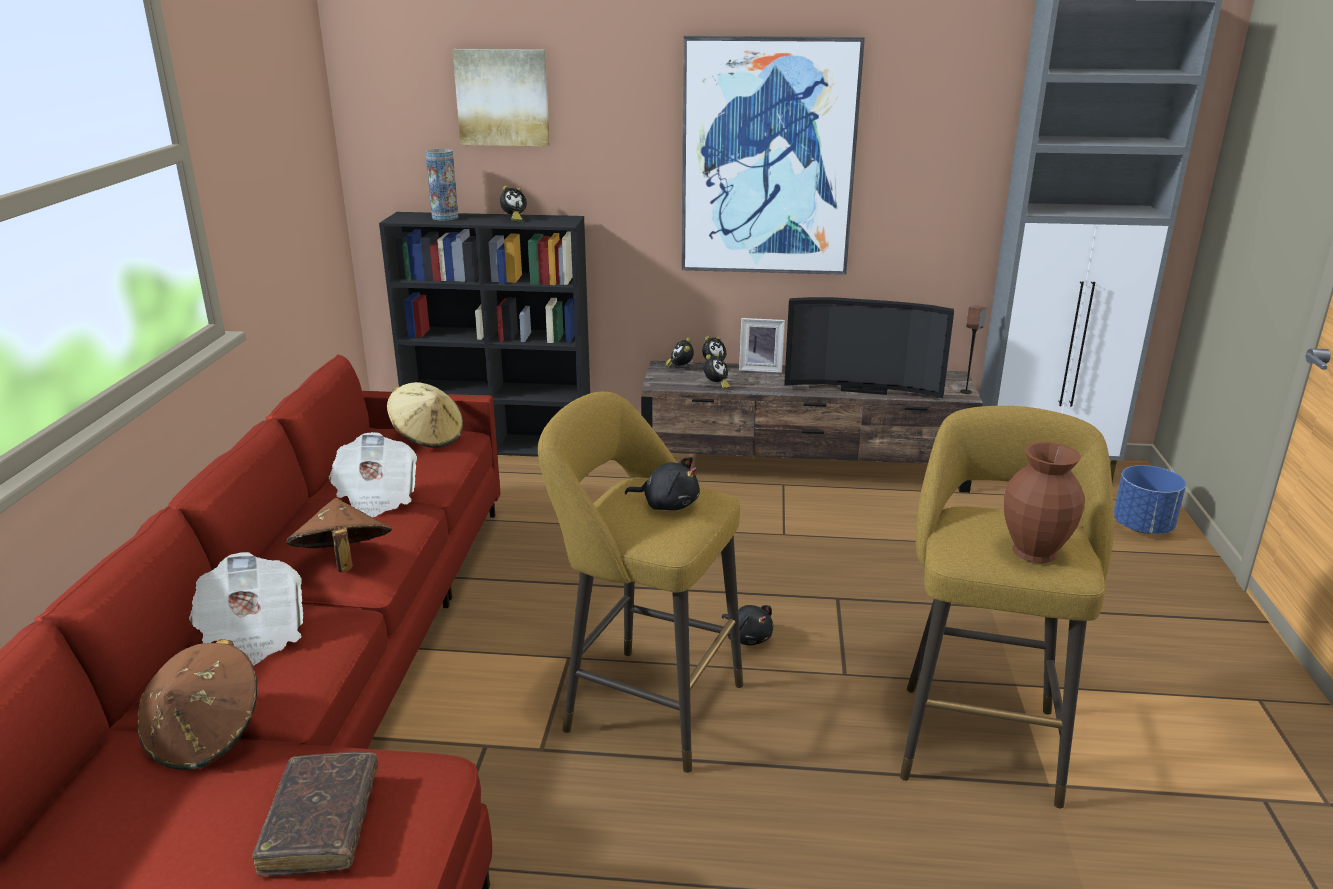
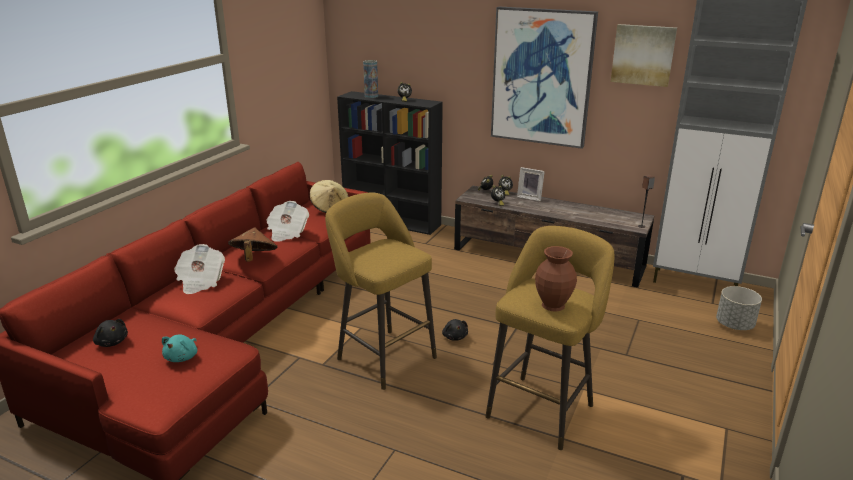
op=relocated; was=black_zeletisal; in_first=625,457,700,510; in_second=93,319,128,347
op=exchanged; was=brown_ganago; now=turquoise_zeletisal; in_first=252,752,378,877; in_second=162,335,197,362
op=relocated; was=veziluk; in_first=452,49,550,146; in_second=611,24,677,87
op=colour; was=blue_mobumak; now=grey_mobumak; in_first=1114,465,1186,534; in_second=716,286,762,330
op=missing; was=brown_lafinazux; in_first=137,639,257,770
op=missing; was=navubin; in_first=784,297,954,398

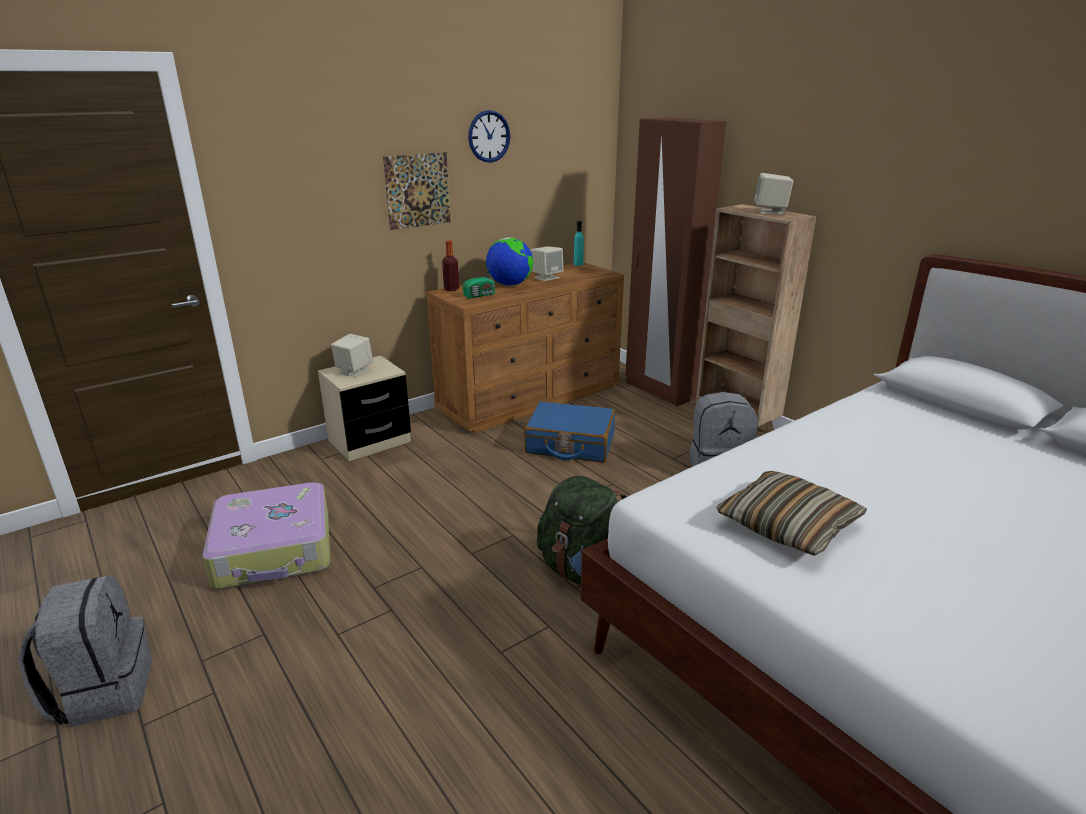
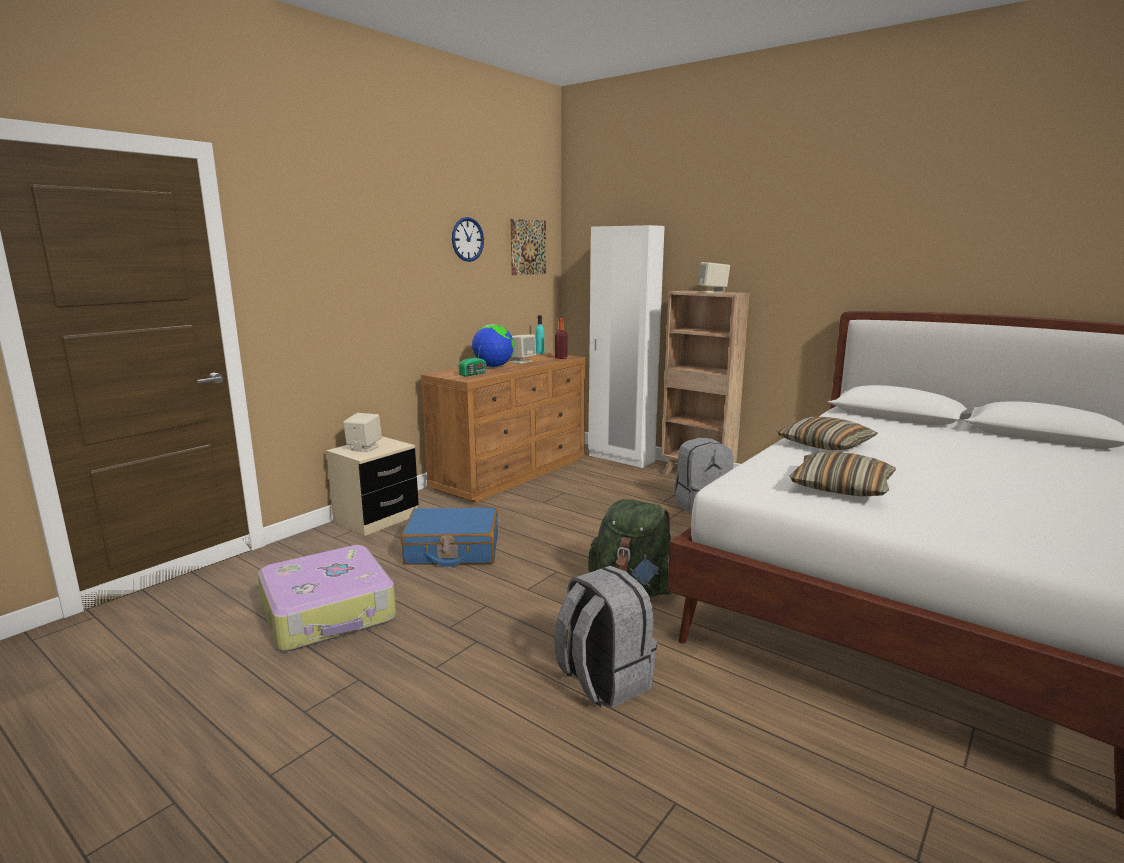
op=relocated; was=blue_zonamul; in_first=524,401,615,463; in_second=401,507,498,567
op=relocated; was=veziluk; in_first=383,152,451,230; in_second=510,219,546,275
op=relocated; was=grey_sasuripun; in_first=18,575,152,727; in_second=554,566,657,708
op=relocated; was=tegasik; in_first=442,241,459,291; in_second=555,318,568,359
op=colour; was=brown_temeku; now=white_temeku; in_first=625,118,726,406; in_second=588,225,665,468
op=appeared; now=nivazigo; in_second=777,417,878,450

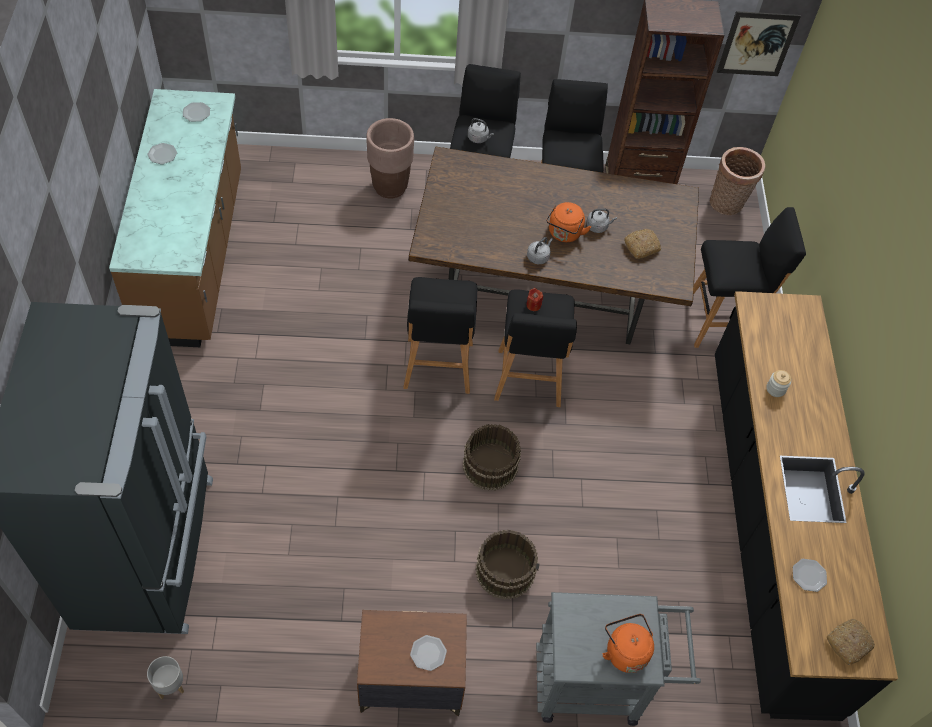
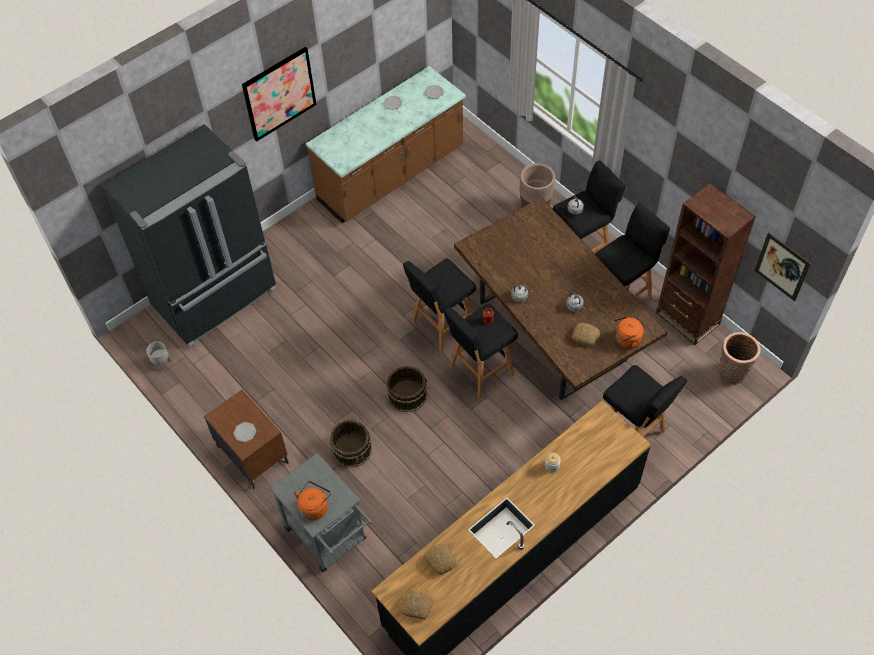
op=appeared; now=veziluk; in_second=242,47,316,142
op=exchanged; was=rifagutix; now=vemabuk; in_first=793,559,827,592; in_second=424,544,457,575
op=relocated; was=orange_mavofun; in_first=546,202,591,242; in_second=613,316,644,348

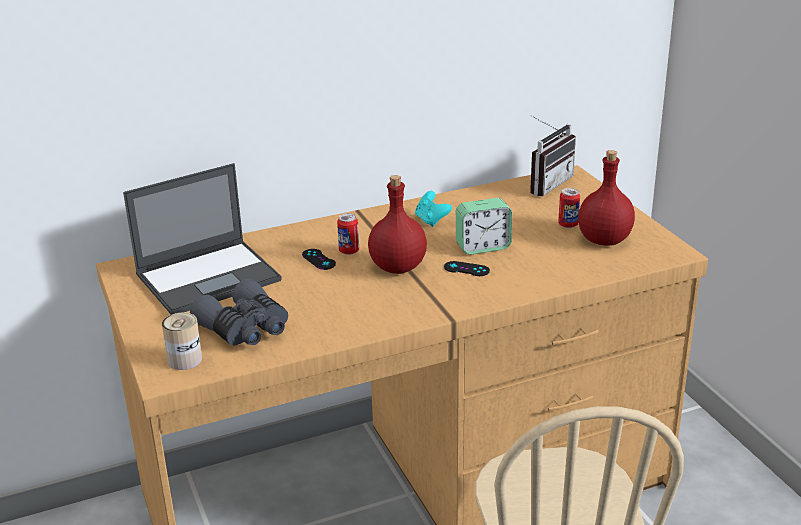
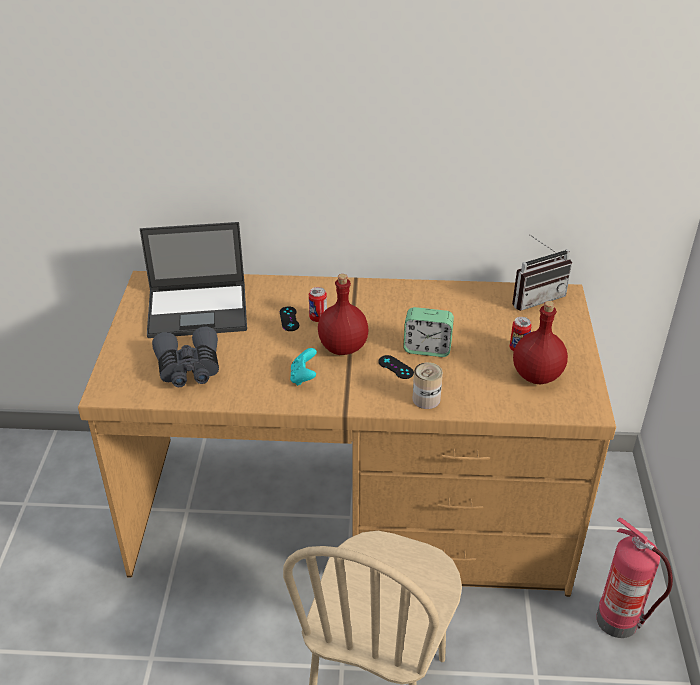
op=relocated; was=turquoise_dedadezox; in_first=415,191,452,227; in_second=290,348,317,386
op=relocated; was=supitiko; in_first=162,313,202,370; in_second=413,362,443,409
op=appeared; now=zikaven; in_second=596,517,673,638

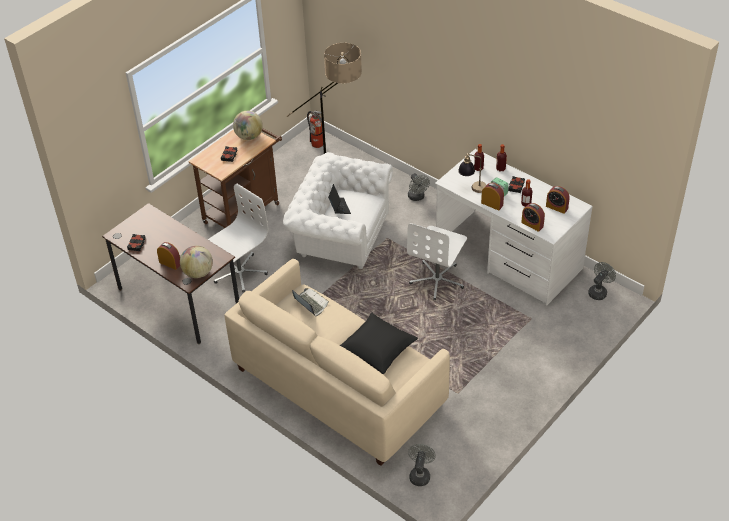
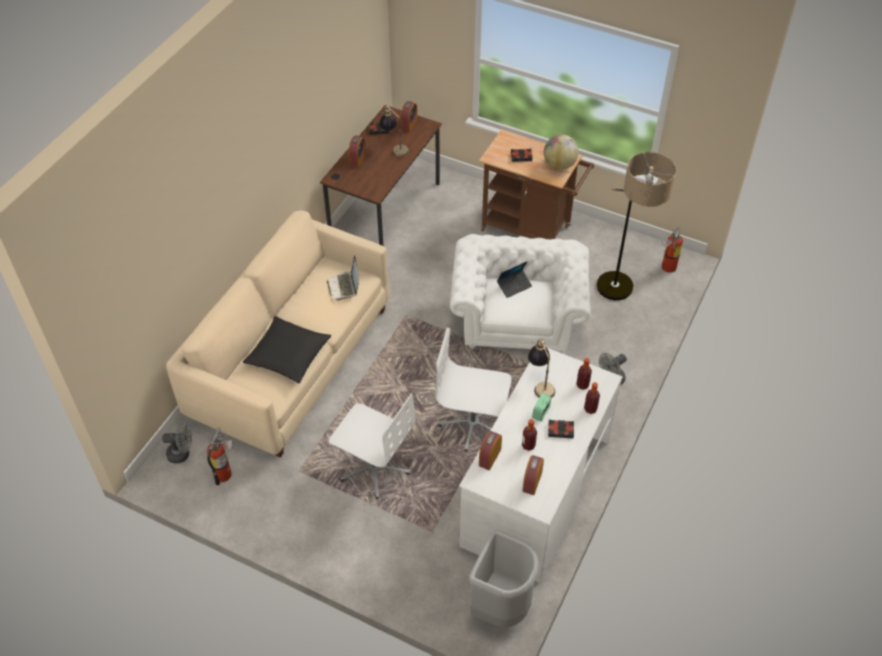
op=appeared; now=zikaven; in_second=207,427,233,485
op=spun; was=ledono; in_first=292,288,329,316; in_second=327,255,359,301; clockwise=135
op=relocated; was=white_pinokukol; in_first=208,184,268,292; in_second=329,394,416,499
op=appeared; now=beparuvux; in_second=379,105,409,157
op=relocated; was=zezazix; in_first=481,183,504,211; in_second=401,101,417,132
op=exchanged; was=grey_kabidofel; now=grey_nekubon; in_first=588,262,616,300; in_second=469,530,539,628
op=missing; was=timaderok; in_first=180,246,213,278

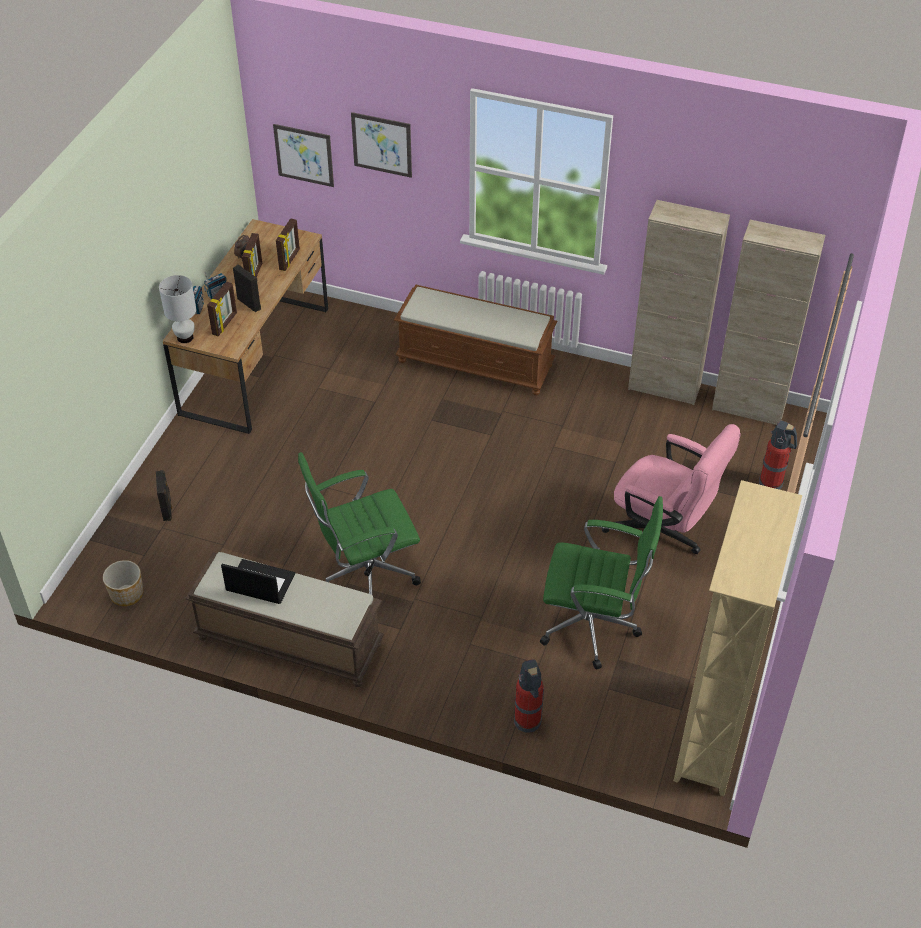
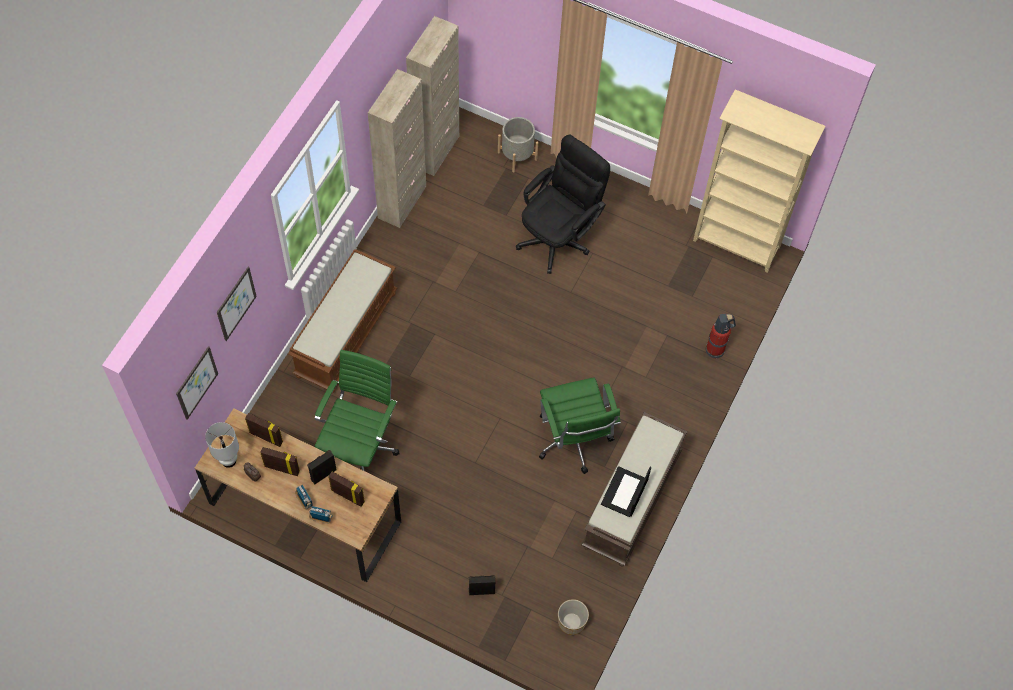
op=relocated; was=white_beparuvux; in_first=159,275,196,343; in_second=205,422,239,468
op=relocated; was=green_pinokukol; in_first=540,496,663,670; in_second=315,350,400,471
op=exchanged; was=zikaven; now=grey_mobumak; in_first=759,420,797,490; in_second=498,117,538,172
op=colour; was=pink_pinokukol; now=black_pinokukol; in_first=602,424,741,554; in_second=516,135,610,274

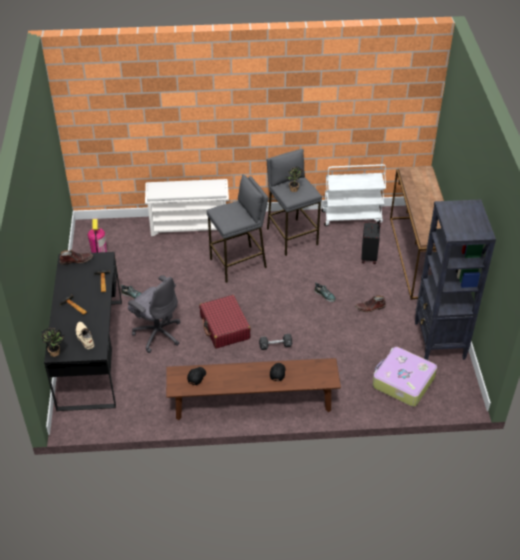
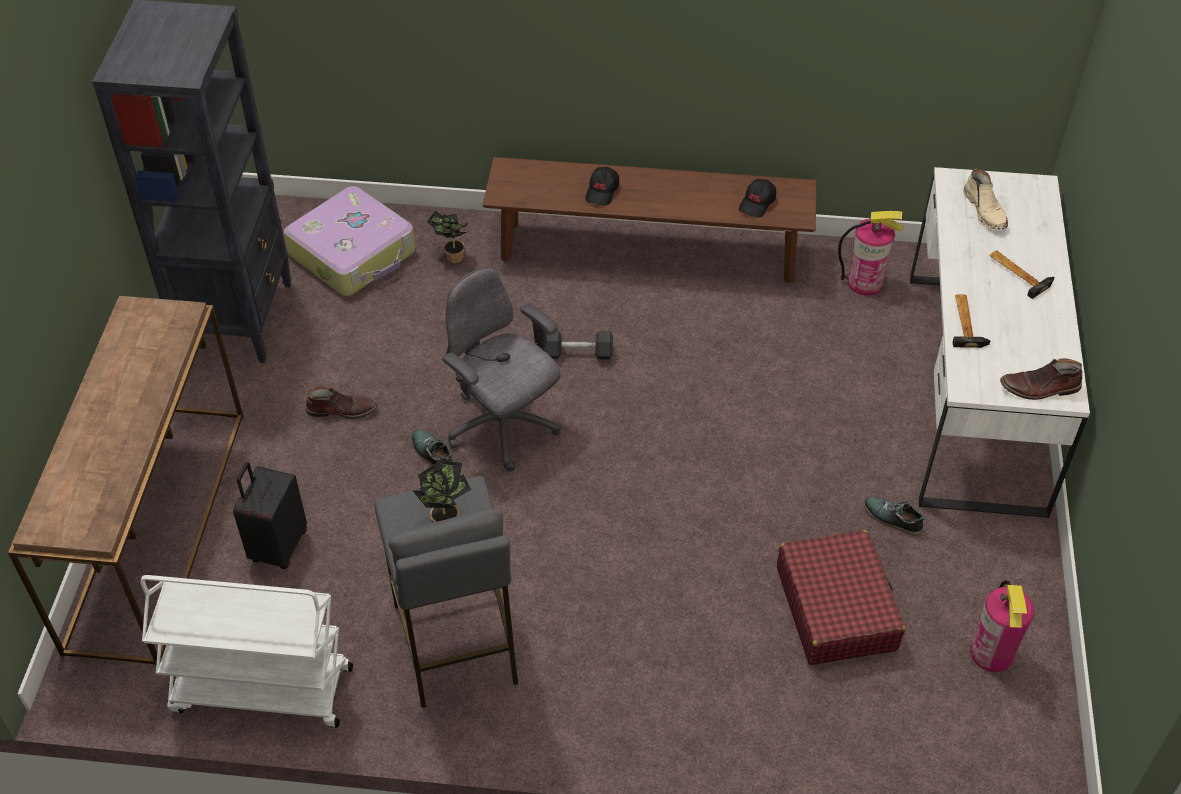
op=relocated; was=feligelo; in_first=41,327,65,357; in_second=427,210,468,263
op=relocated; was=grey_pinokukol; in_first=128,275,180,353; in_second=442,267,561,471
op=relocated; was=red_zonamul; in_first=199,295,251,349; in_second=777,530,906,665
op=appeared; now=zikaven; in_second=838,211,903,296
op=colour; was=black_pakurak; now=white_pakurak; in_first=44,252,122,411; in_second=910,167,1090,518
op=missing; was=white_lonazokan; in_first=145,179,229,236
op=missing; was=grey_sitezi; in_first=207,174,268,283

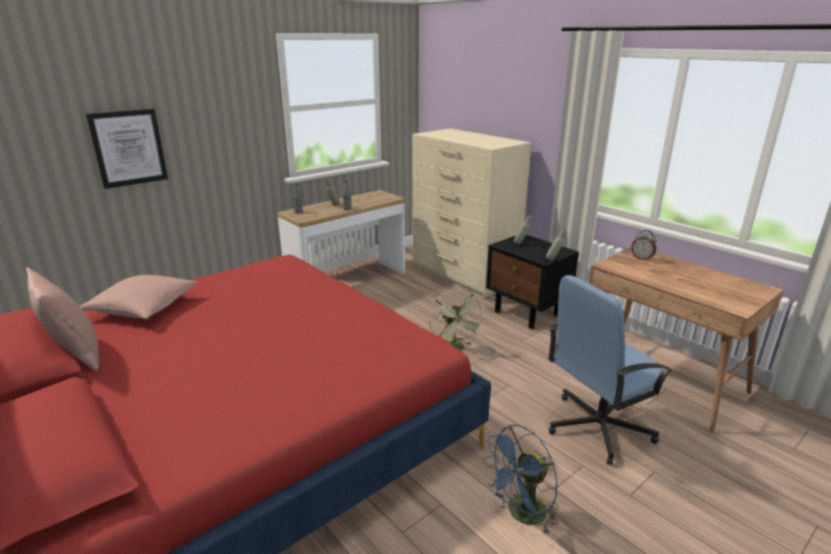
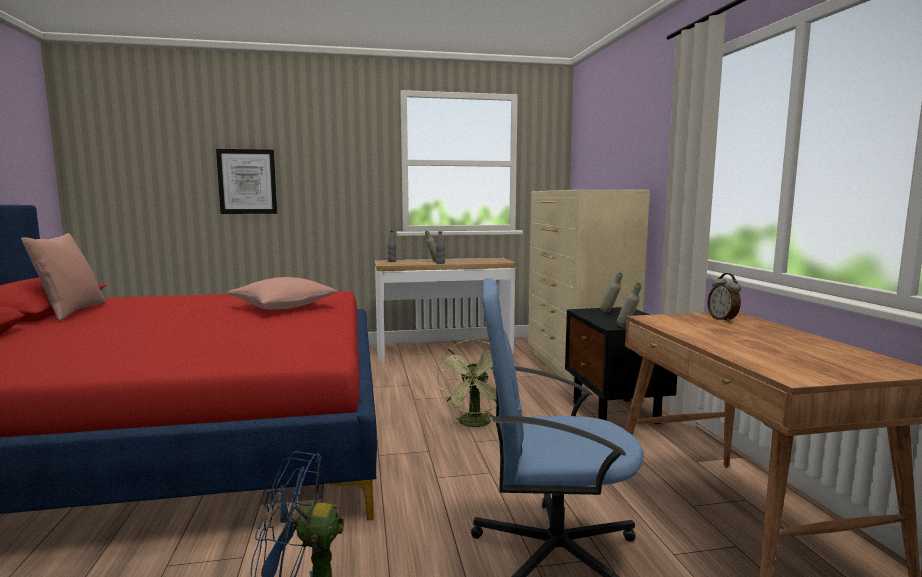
op=relocated; was=pink_nivazigo; in_first=80,275,198,319; in_second=227,277,338,309

